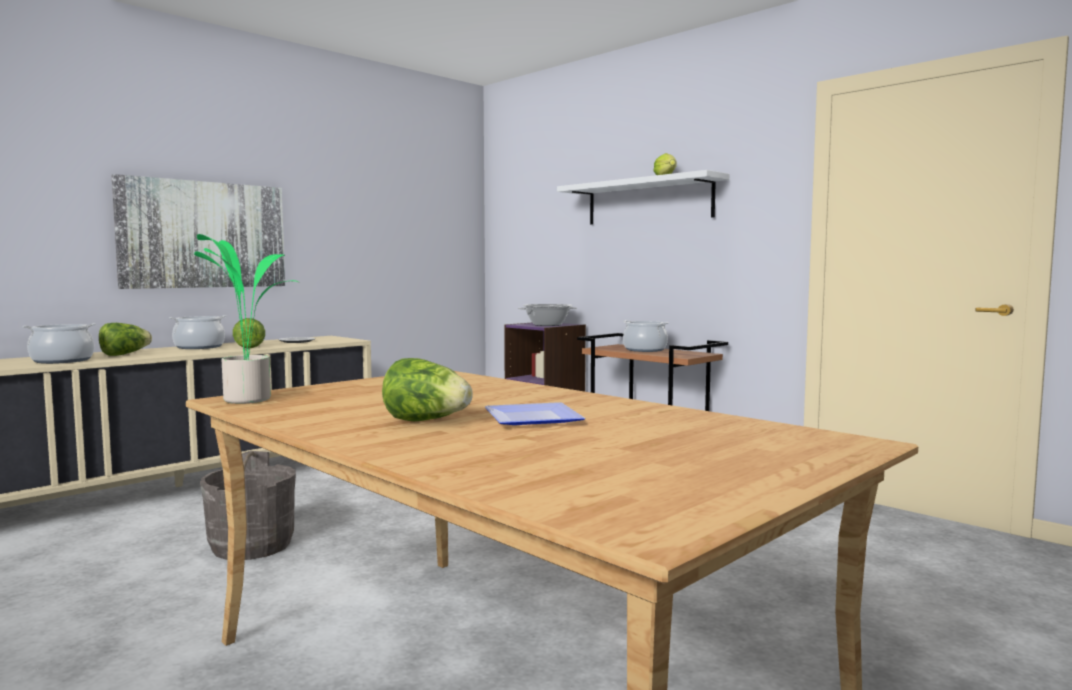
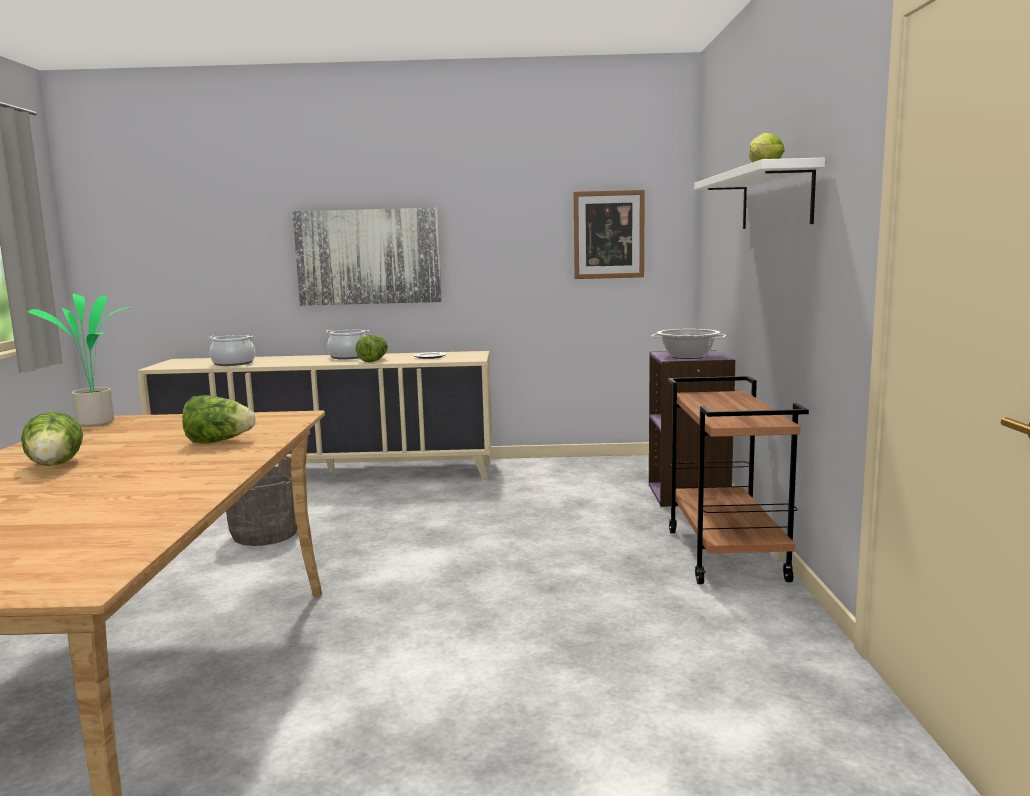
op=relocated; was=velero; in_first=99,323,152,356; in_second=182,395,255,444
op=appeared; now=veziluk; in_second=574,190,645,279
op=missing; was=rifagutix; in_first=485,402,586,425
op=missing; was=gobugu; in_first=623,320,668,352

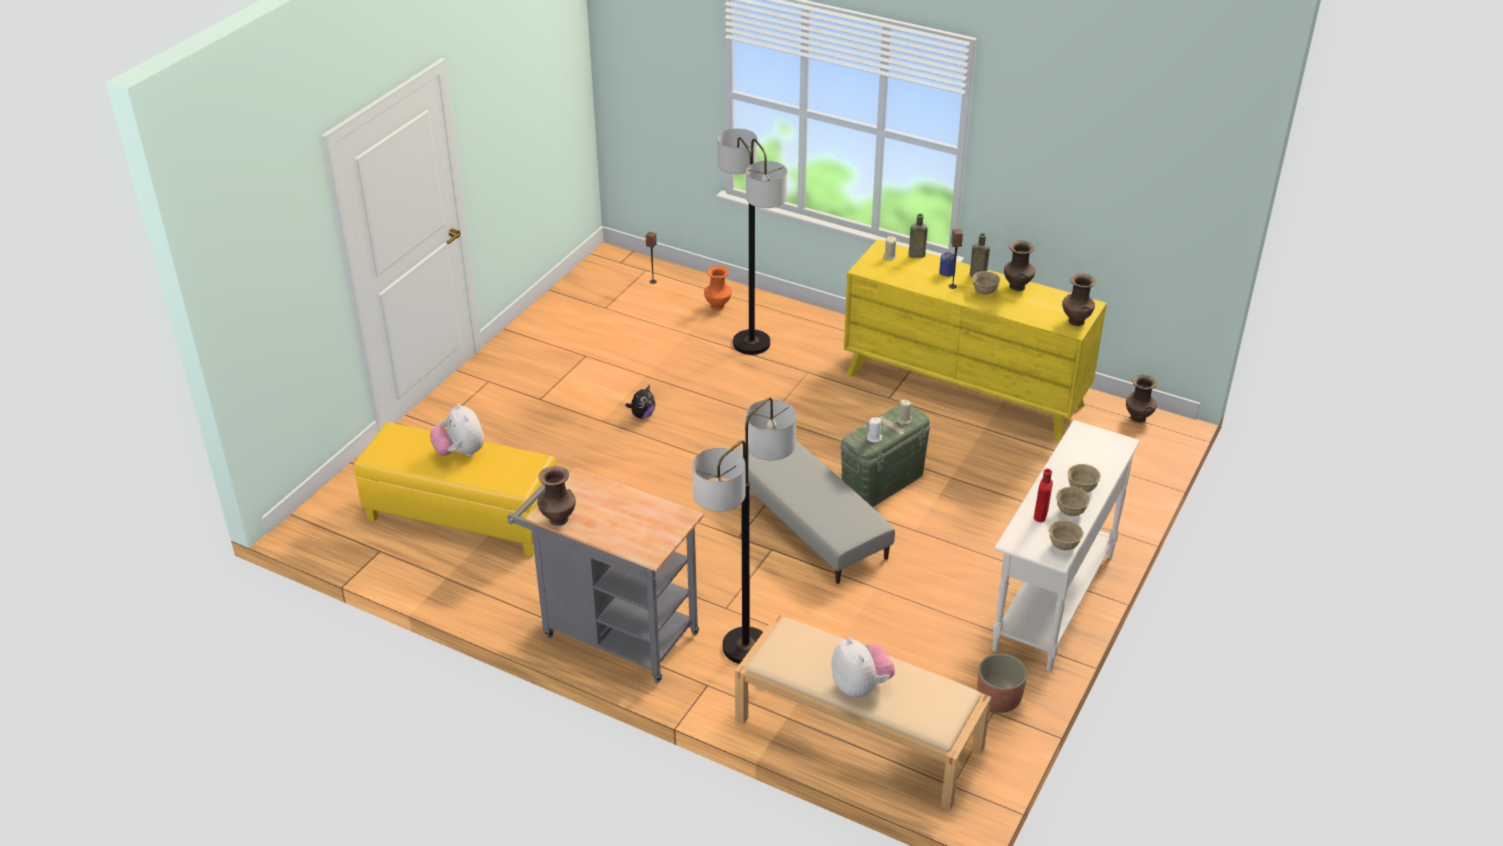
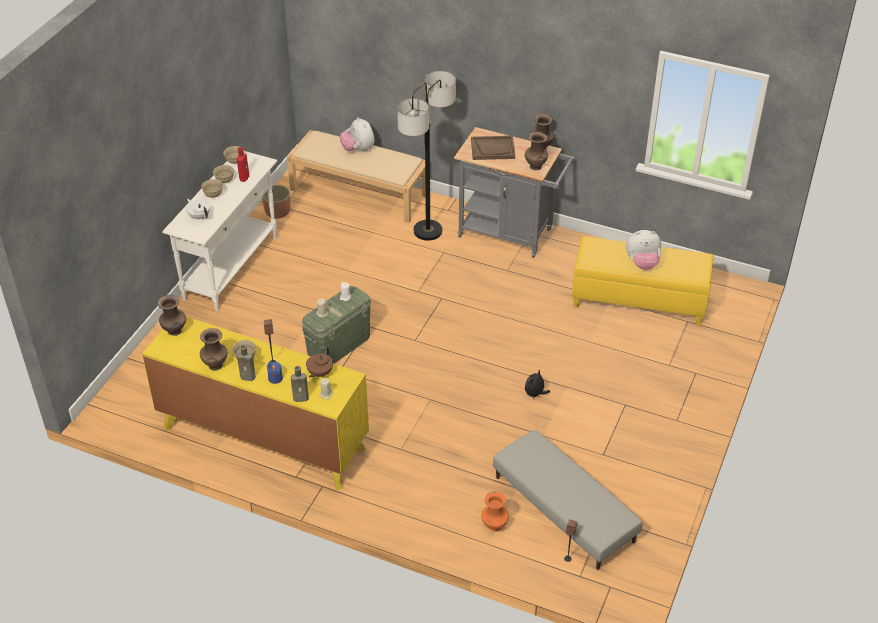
op=appeared; now=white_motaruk; in_second=186,199,210,220
op=appeared; now=brown_motaruk; in_second=306,347,333,378
op=appeared; now=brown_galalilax; in_second=471,136,515,160
op=relocated; was=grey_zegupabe; in_first=734,440,895,584; in_second=493,430,643,570
op=relocated; was=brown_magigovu; in_first=1126,375,1157,423; in_second=525,132,548,170
op=spun; was=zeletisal; in_first=430,403,484,456; in_second=626,230,661,270; clockwise=120
op=missing; was=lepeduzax; in_first=717,129,787,355

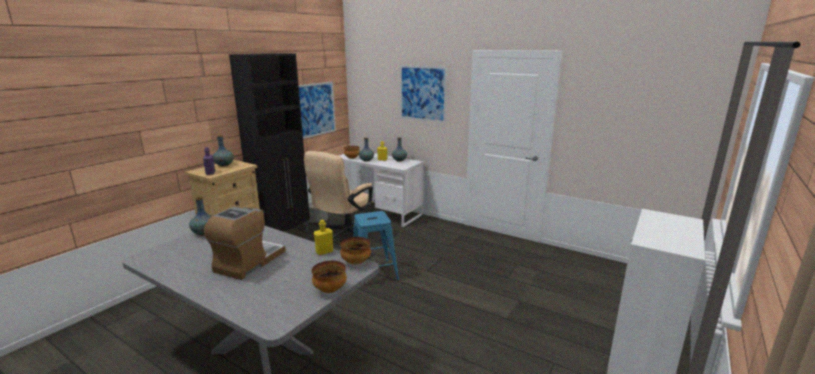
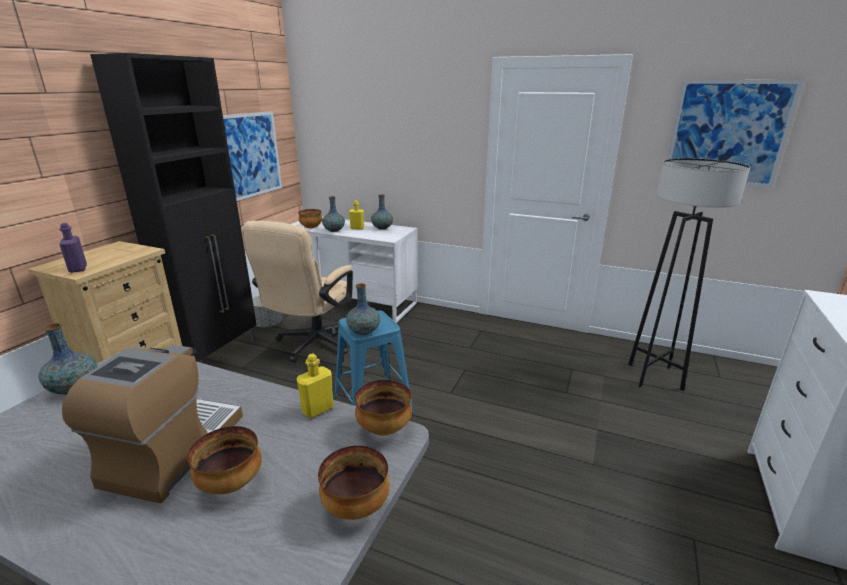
op=appeared; now=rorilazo; in_second=188,426,262,494
op=relocated; was=magigovu; in_first=213,136,234,166; in_second=346,283,380,335
op=appeared; now=grey_lepeduzax; in_second=628,158,750,391
op=relocated; was=veziluk; in_first=400,65,447,123; in_second=667,79,805,188

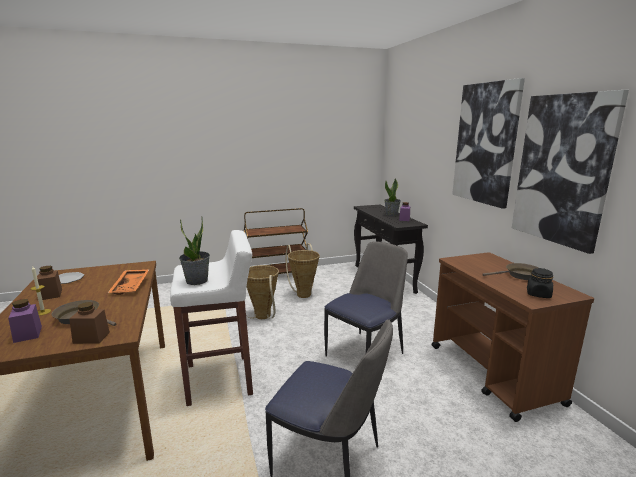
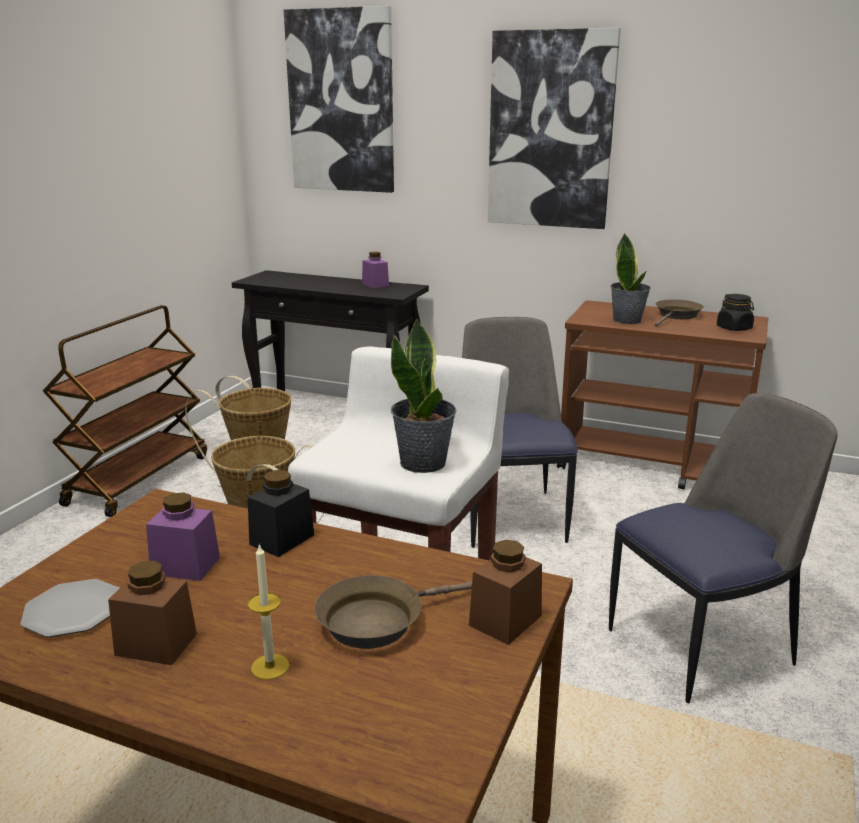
op=relocated; was=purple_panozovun; in_first=8,299,42,343; in_second=146,492,220,581
op=exchanged; was=orange_galalilax; now=black_panozovun; in_first=108,269,150,295; in_second=248,470,314,557
op=relocated; was=veziluk; in_first=512,90,629,254; in_second=284,6,394,193
op=relocated; was=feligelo; in_first=384,178,401,216; in_second=611,233,651,324

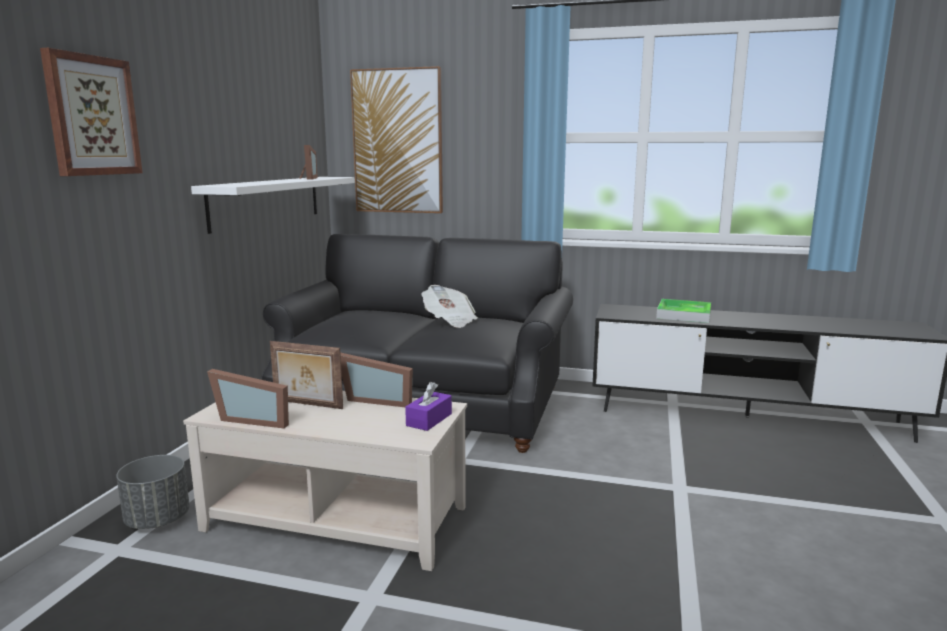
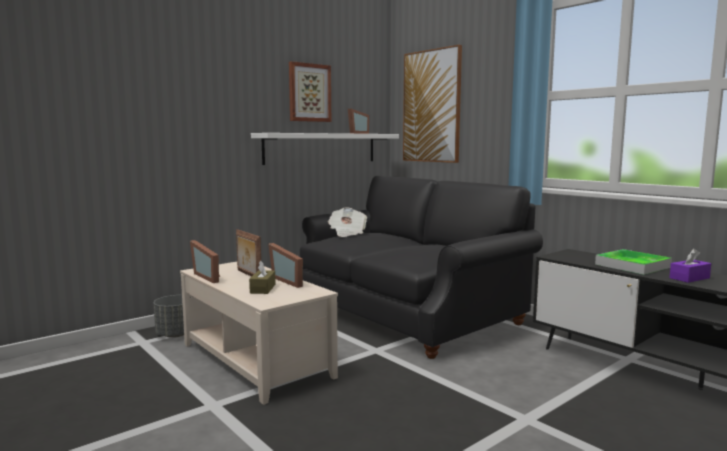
op=appeared; now=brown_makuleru; in_second=249,261,276,294
op=relocated; was=veziluk; in_first=40,48,143,176; in_second=289,61,331,122
op=relocated; was=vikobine; in_first=421,285,478,328; in_second=328,207,367,237
op=relocated; was=purple_makuleru; in_first=405,382,452,431; in_second=669,248,711,283

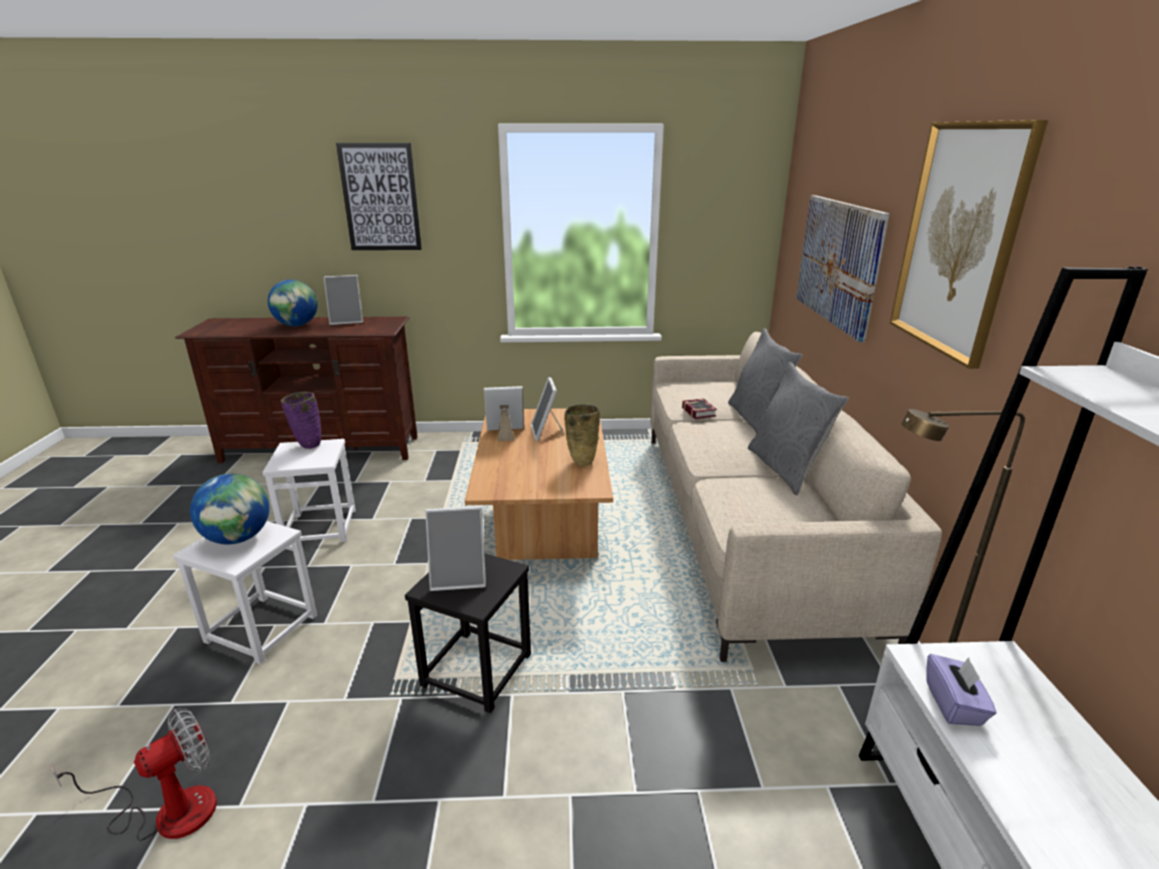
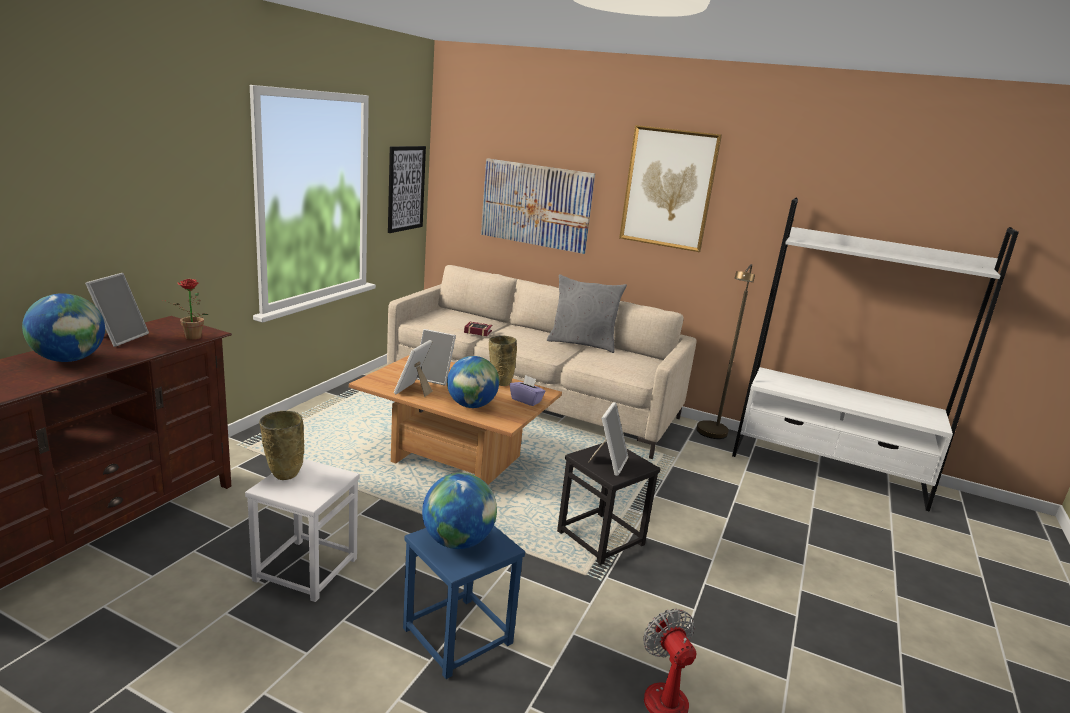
op=appeared; now=feligelo; in_second=163,279,208,340
op=colour; was=purple_magigovu; now=beige_magigovu; in_first=281,392,321,449; in_second=259,411,304,480
op=relocated; was=veziluk; in_first=336,143,422,250; in_second=388,146,426,233
op=colour; was=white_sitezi; now=blue_sitezi; in_first=173,521,317,664; in_second=403,526,525,679
op=appeared; now=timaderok; in_second=447,356,499,408
op=relocated; was=purple_makuleru; in_first=926,654,997,726; in_second=510,375,546,406
op=missing; was=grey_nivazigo; in_first=728,328,803,434

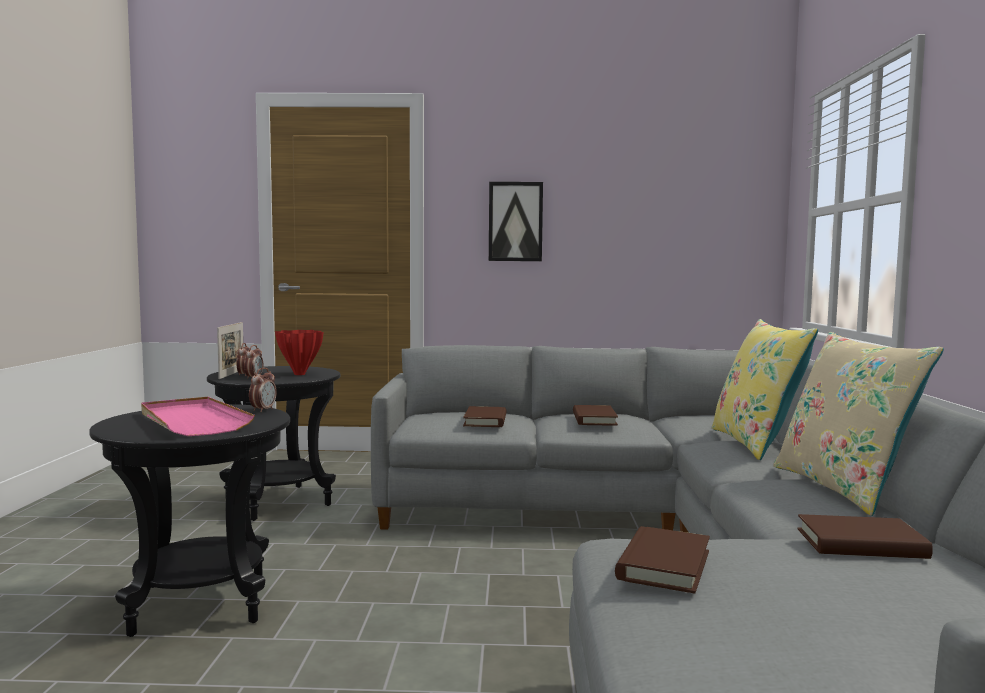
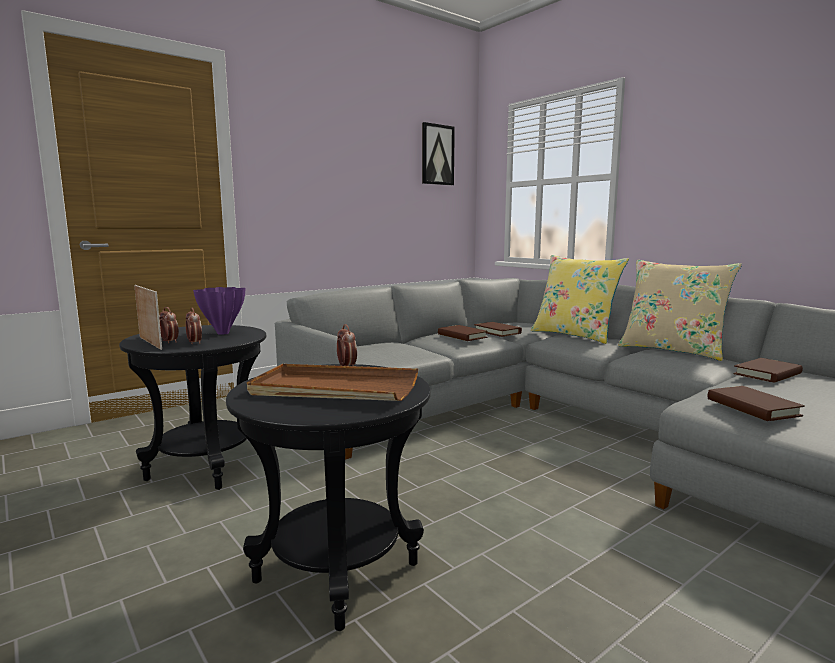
op=colour; was=red_magigovu; now=purple_magigovu; in_first=275,330,324,375; in_second=193,287,245,335
op=colour; was=pink_galalilax; now=brown_galalilax; in_first=141,397,255,436; in_second=247,364,418,401
op=relocated; was=veziluk; in_first=489,182,543,261; in_second=422,122,455,185
op=relocated; was=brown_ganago; in_first=463,406,507,427; in_second=474,322,522,337

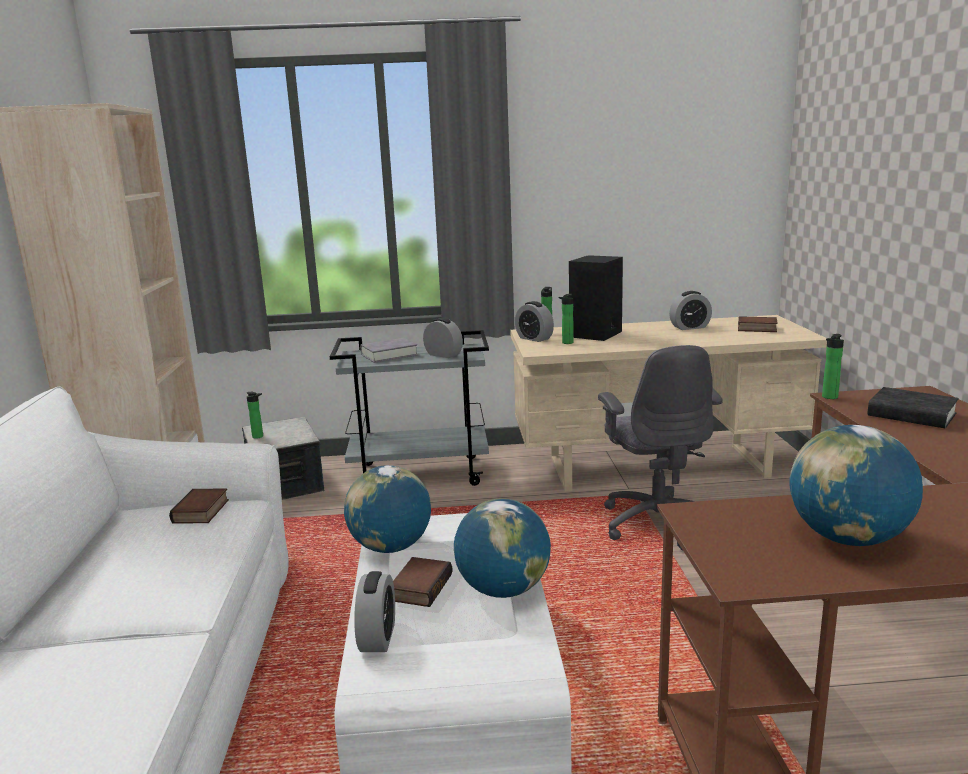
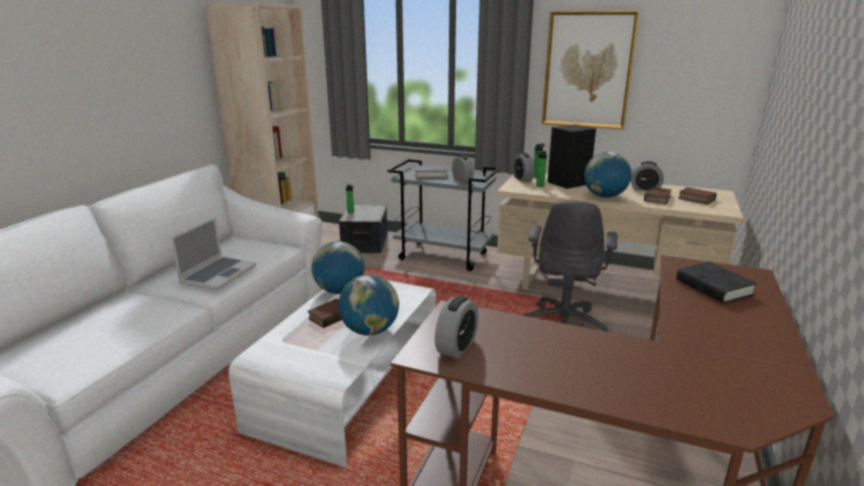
op=appeared; now=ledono; in_second=171,217,257,290
op=relocated; was=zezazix; in_first=354,571,395,652; in_second=435,296,479,359
op=appeared; now=veziluk; in_second=542,11,639,129
op=relocated; was=timaderok; in_first=790,425,923,546; in_second=584,152,632,198
op=relocated; was=ganago; in_first=169,489,229,524; in_second=644,187,672,204
op=missing; was=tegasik; in_first=822,334,844,399

